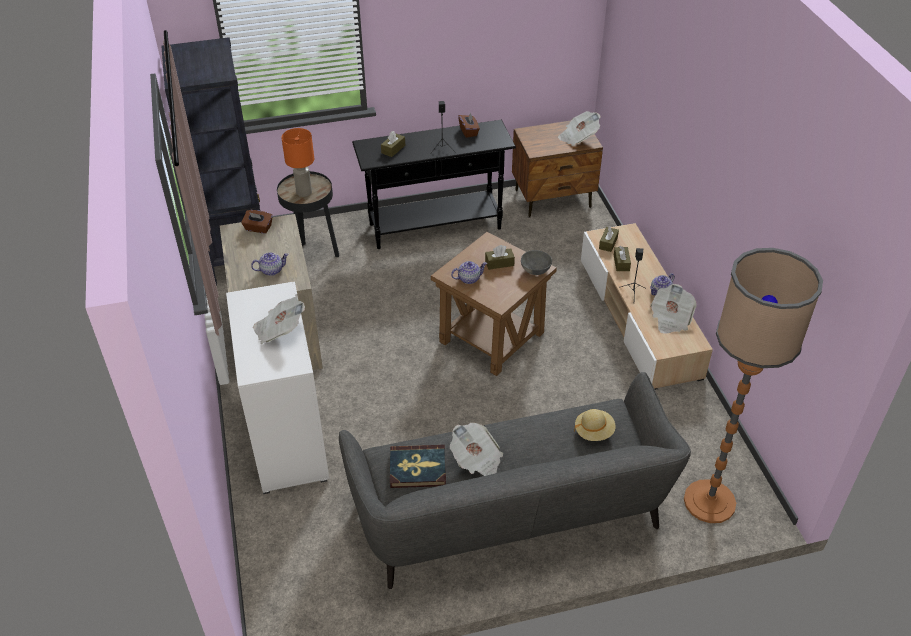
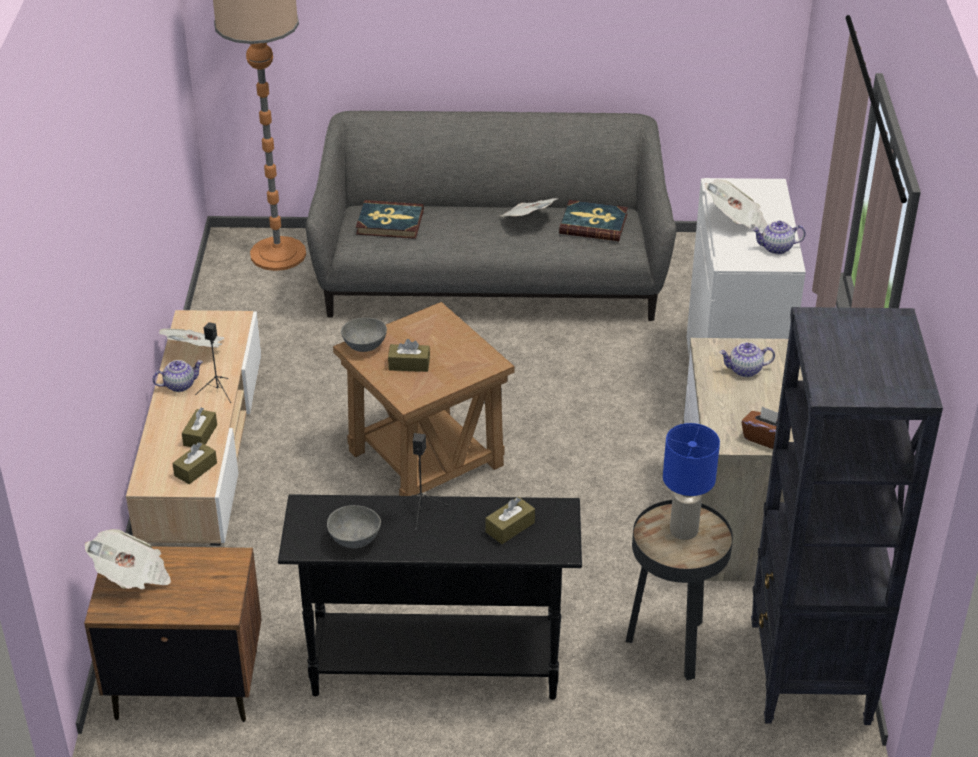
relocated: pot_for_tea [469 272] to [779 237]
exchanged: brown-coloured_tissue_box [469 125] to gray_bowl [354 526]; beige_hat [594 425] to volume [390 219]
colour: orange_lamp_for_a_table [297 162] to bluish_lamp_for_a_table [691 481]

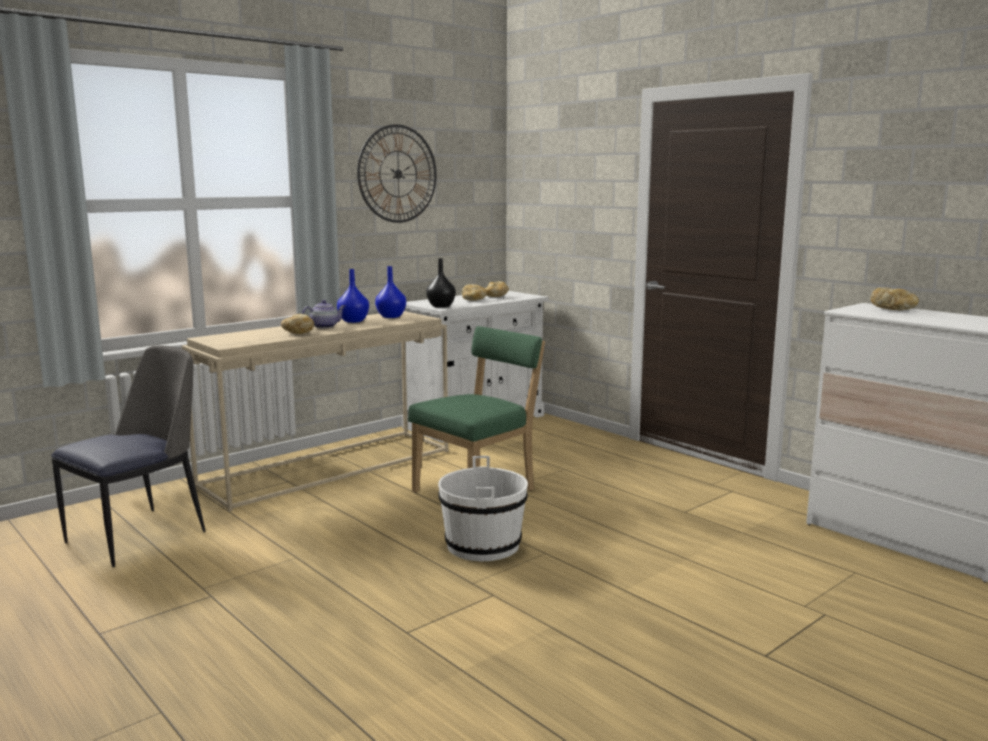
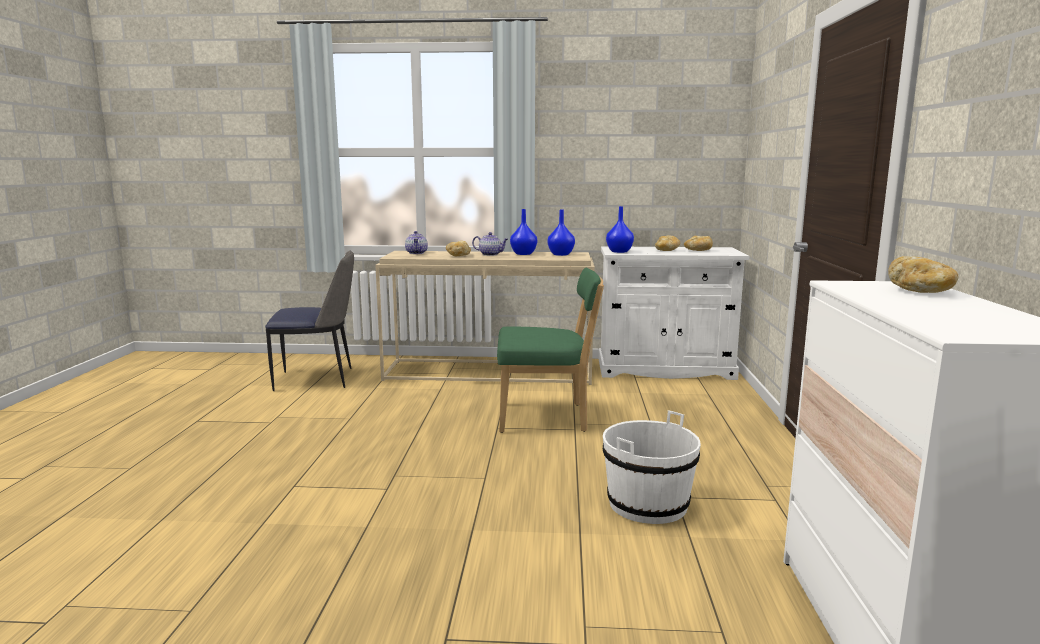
missing: wall_clock [397 173]
appeared: pot_for_tea [416 242]
relocated: white_pail [483 508] to [652 467]
colour: black_decorative_vase [441 283] to bluish_decorative_vase [620 229]

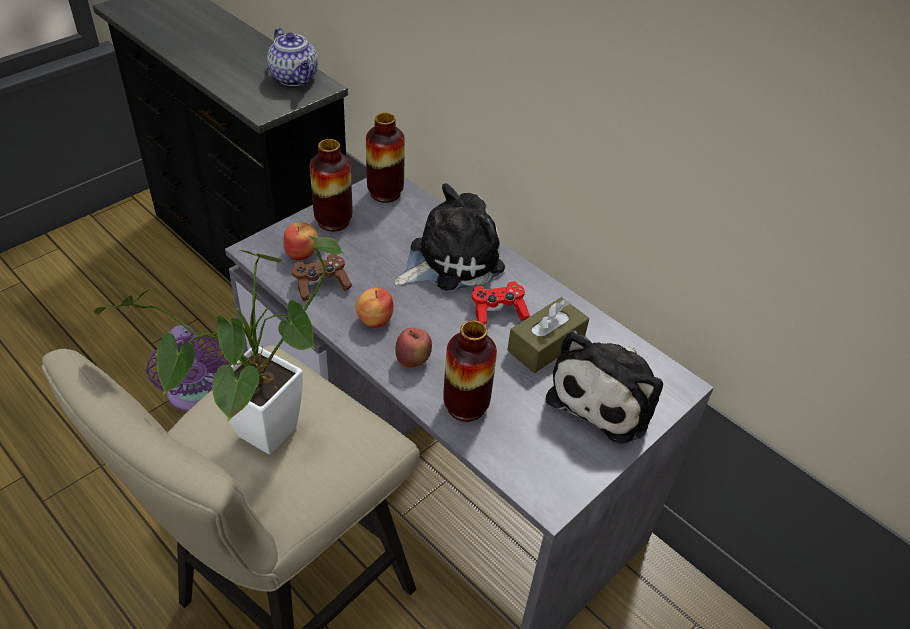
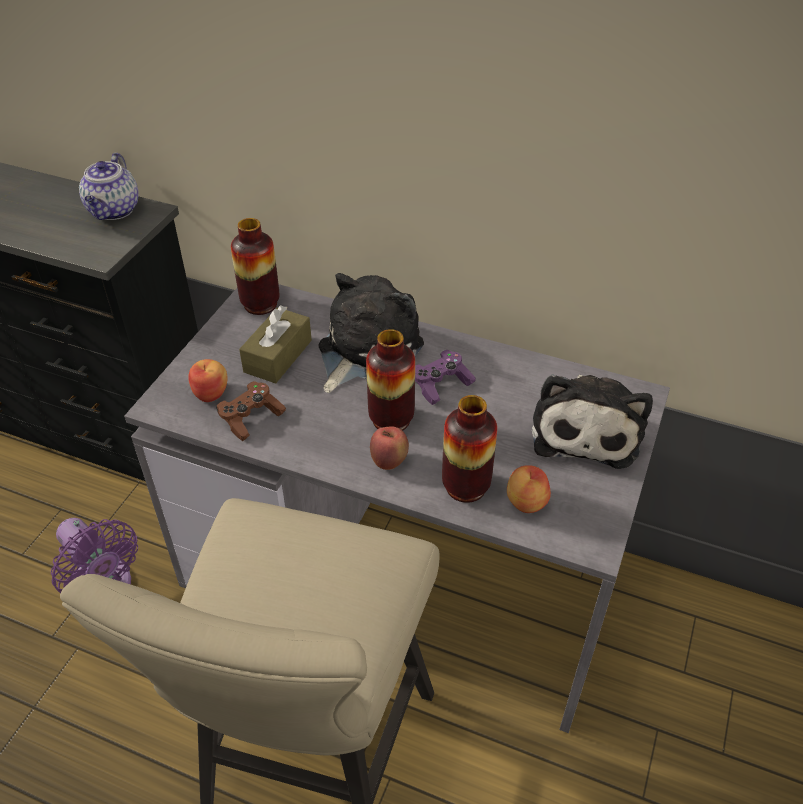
missing: potted_plant [219 344]
relocated: brown-coloured_tissue_box [548 335] to [275 344]; decorative_vase [331 185] to [390 380]; whole_apple [374 307] to [529 489]
colour: red-coloured_gamepad [501 303] to purplish_gamepad [445 377]
spun: pot_for_tea [292 57] = [109 186] 60 degrees clockwise

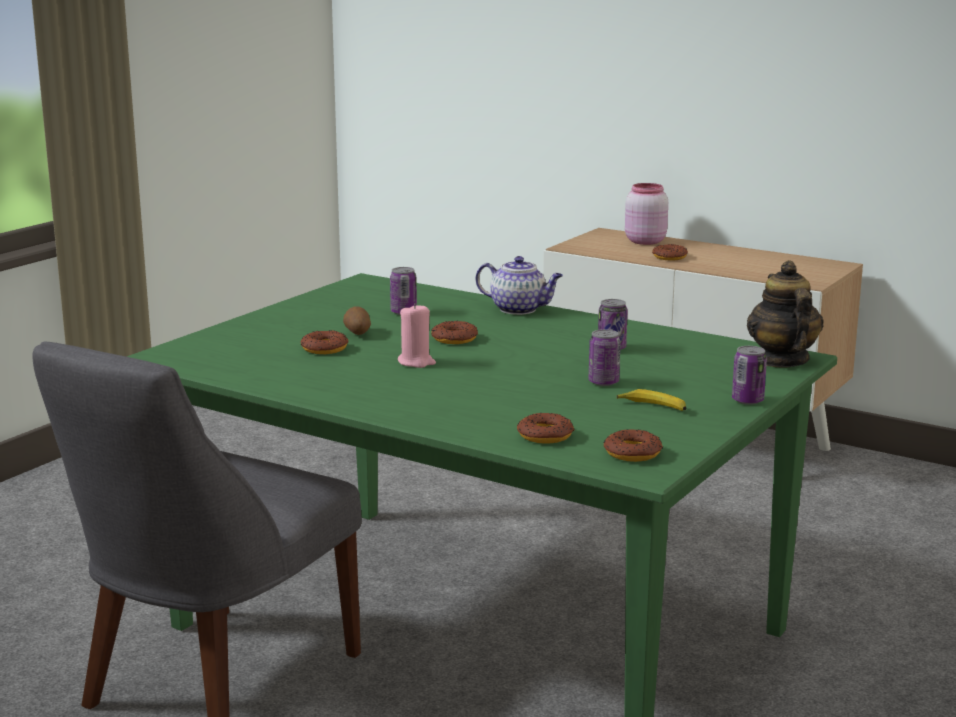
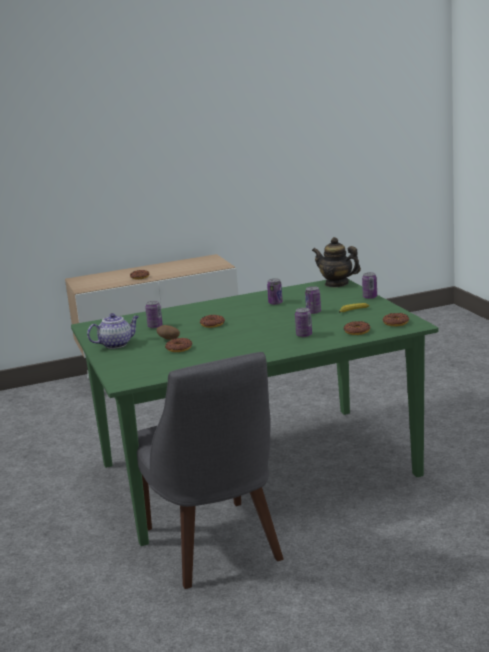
missing: pink_candle [417 335]; pink_jar [646 214]
appeared: sealed_can [303 322]
relocated: pot_for_tea [519 285] to [113 331]

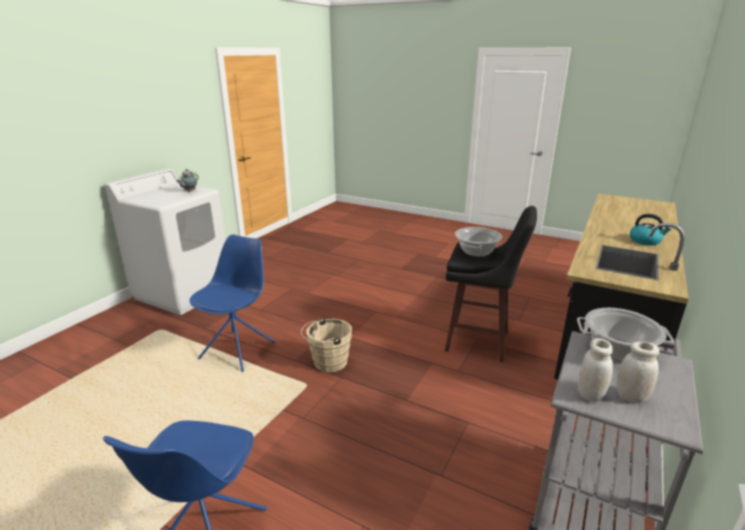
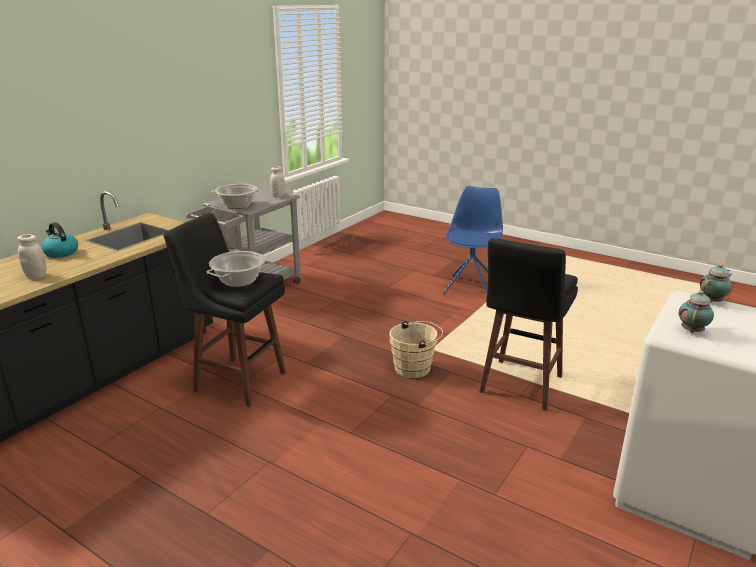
appeared: pot_for_tea [716 283]
relocated: white_jar [638 372] to [32 256]
exchanged: bluish_upright_chair [232 303] to black_stool_seat [528 324]

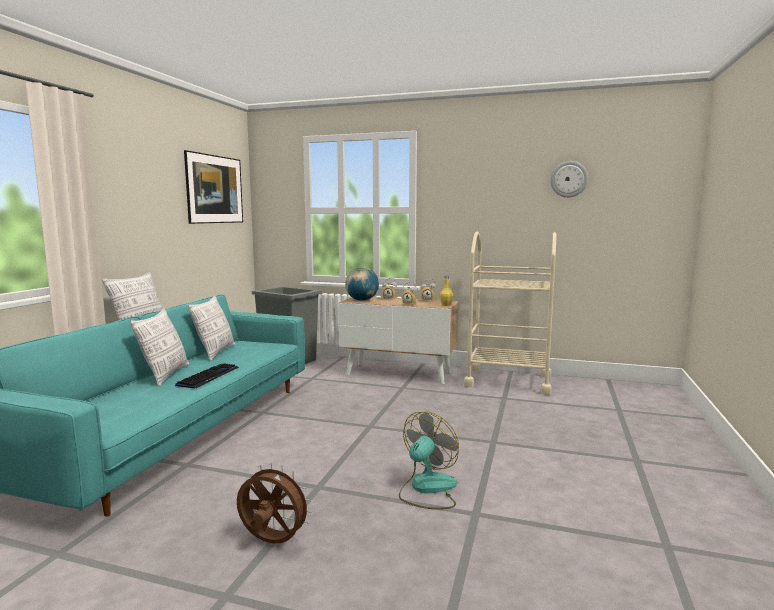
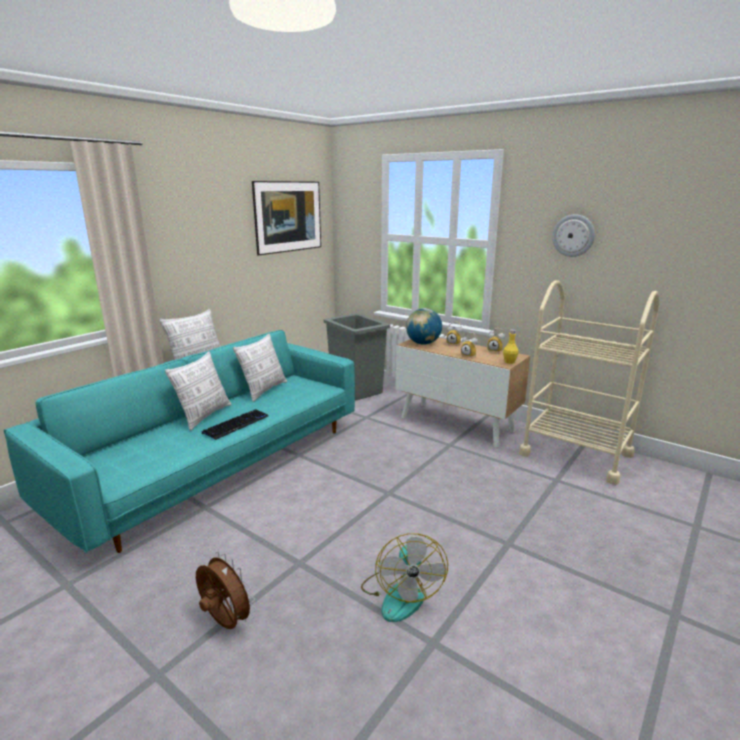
relocated: wall_clock [569 179] to [573 235]
spun: cooling_fan [429 460] = [404 577] 120 degrees clockwise

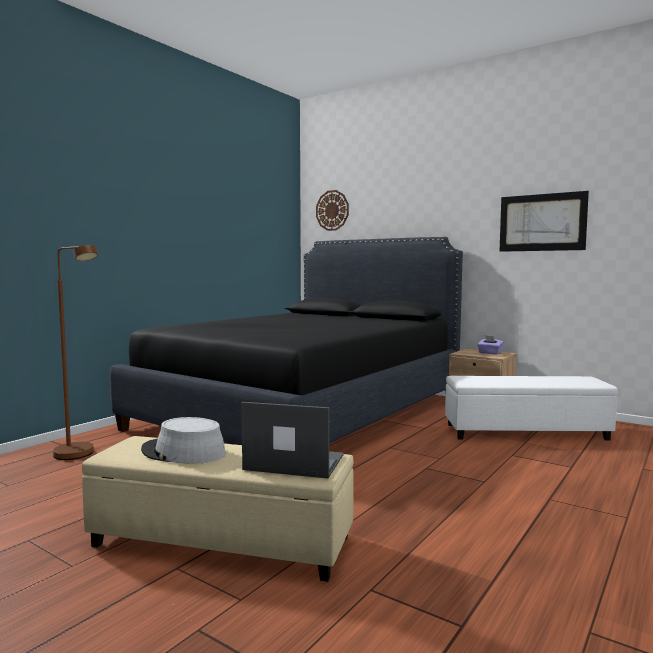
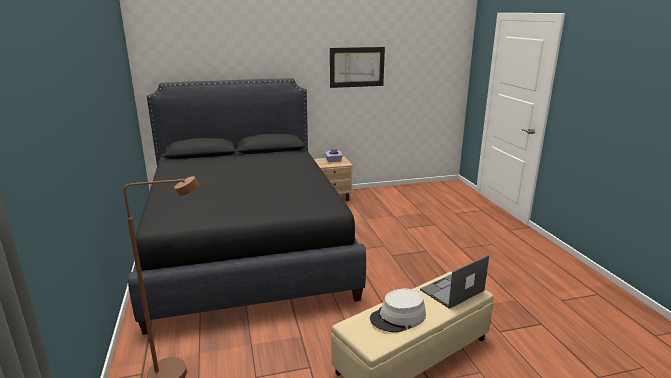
missing: wall_clock [332 210]; white_ottoman [531 408]

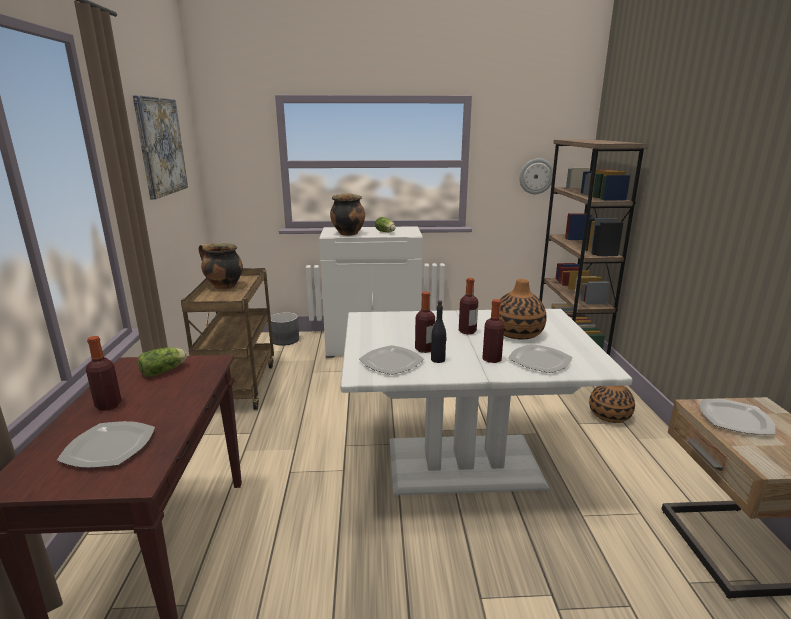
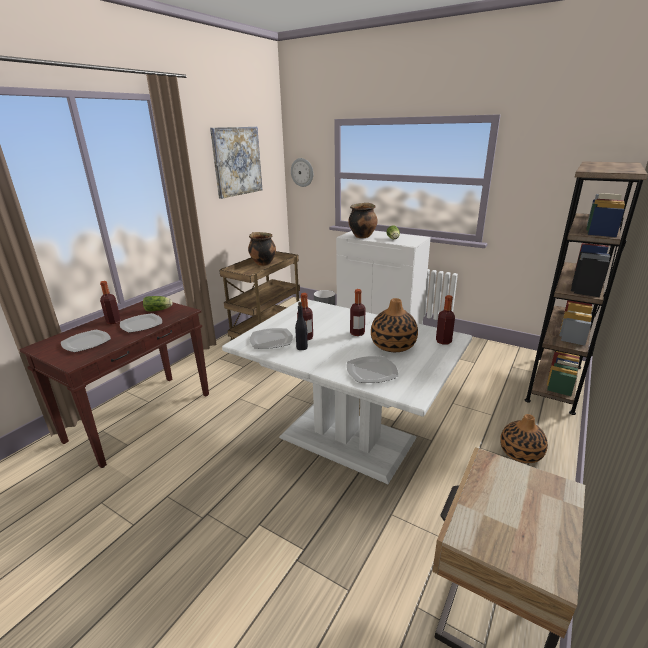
relocated: plate [737 417] to [141 323]; wall_clock [536 176] to [302 172]; beverage_bottle [493 331] to [445 320]

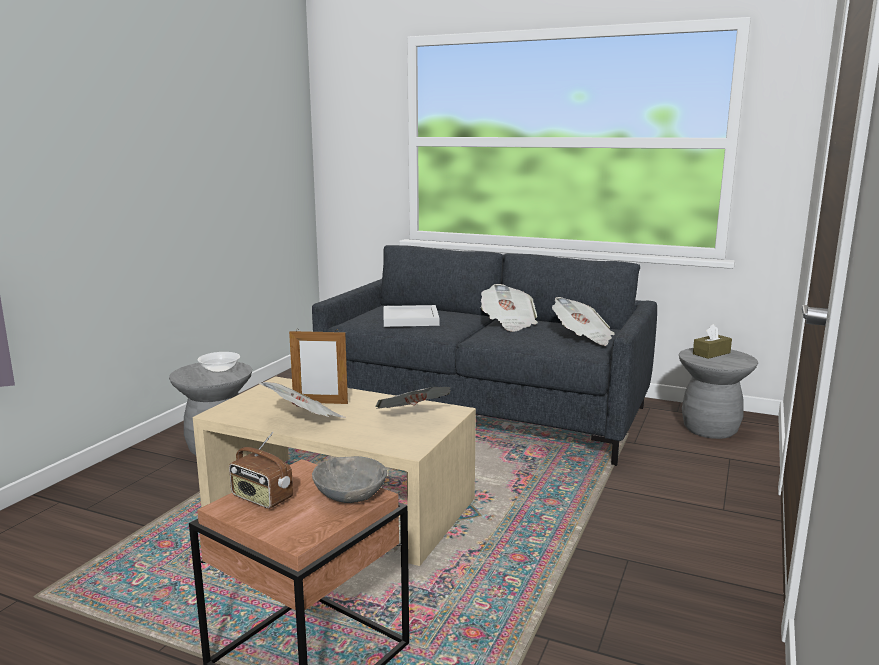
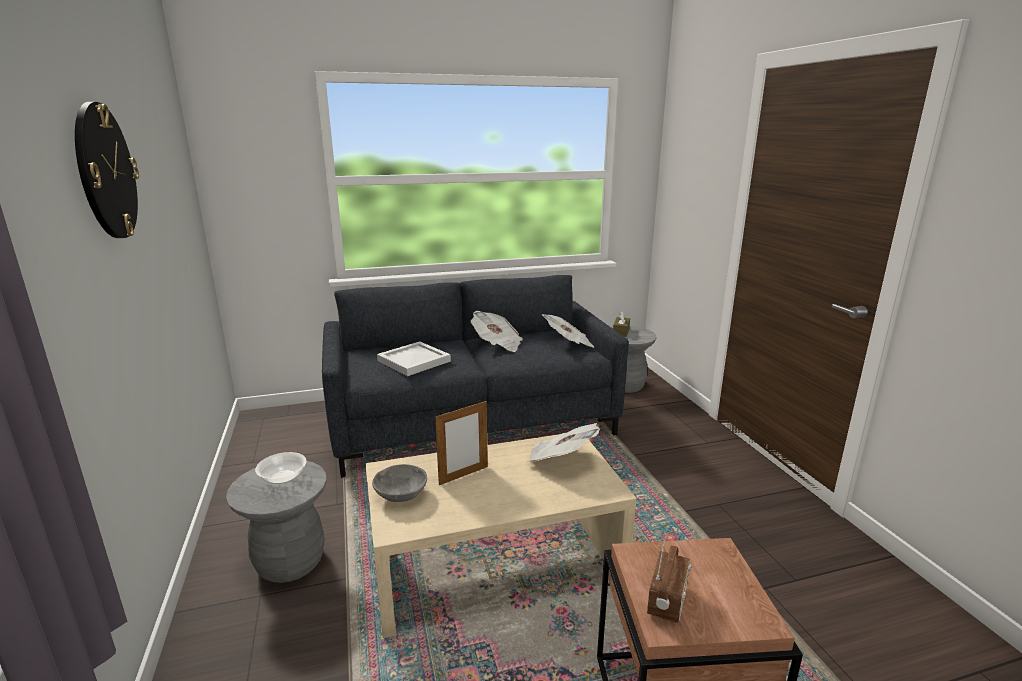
missing: printed_paper [302 400]
appeared: wall_clock [107 170]
relocated: gray_bowl [349 479] to [399 483]
spun: radio [261 470] = [669 579] 60 degrees counterclockwise

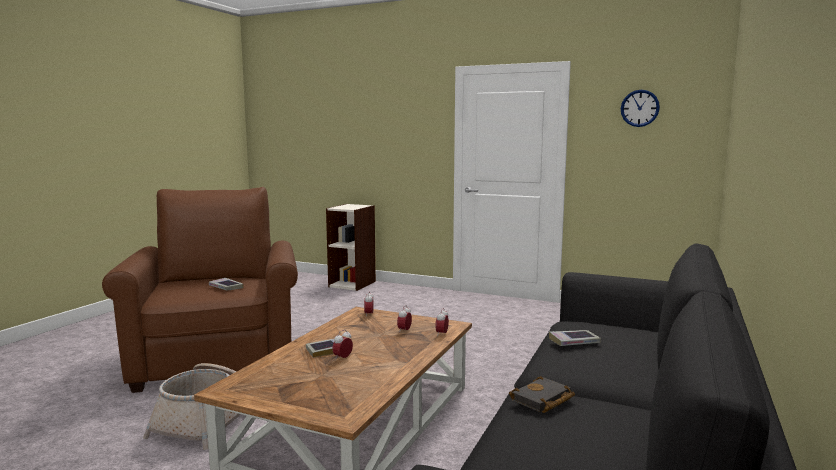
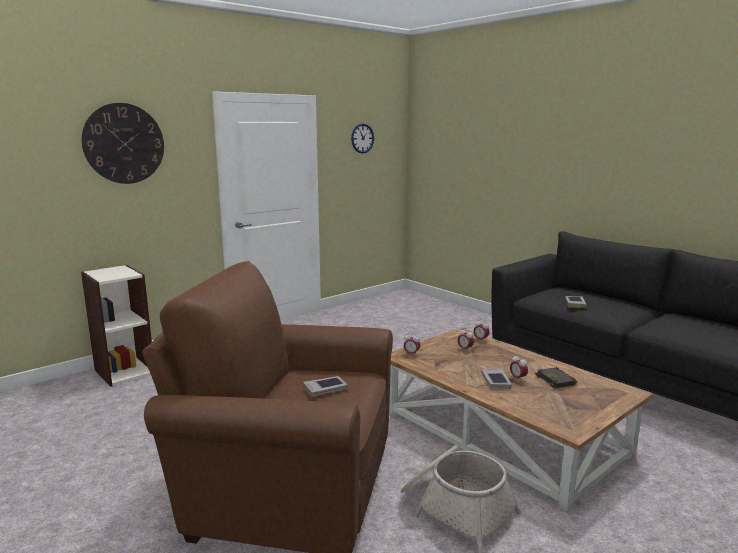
appeared: wall_clock [123 143]
relocated: black_volume [542 394] to [556 378]

